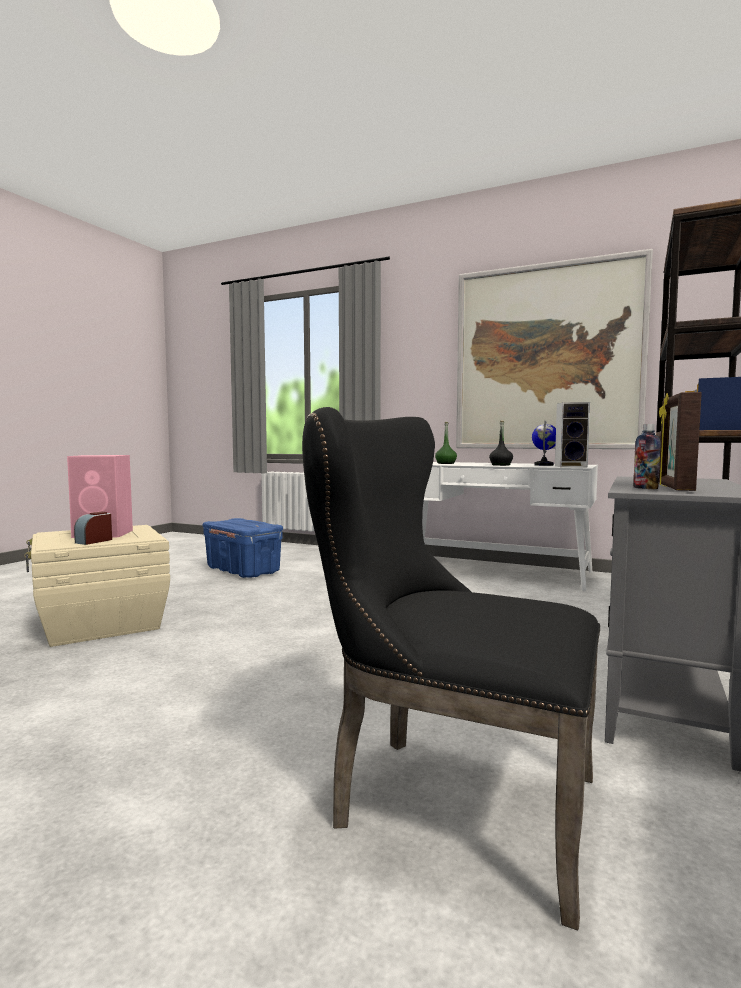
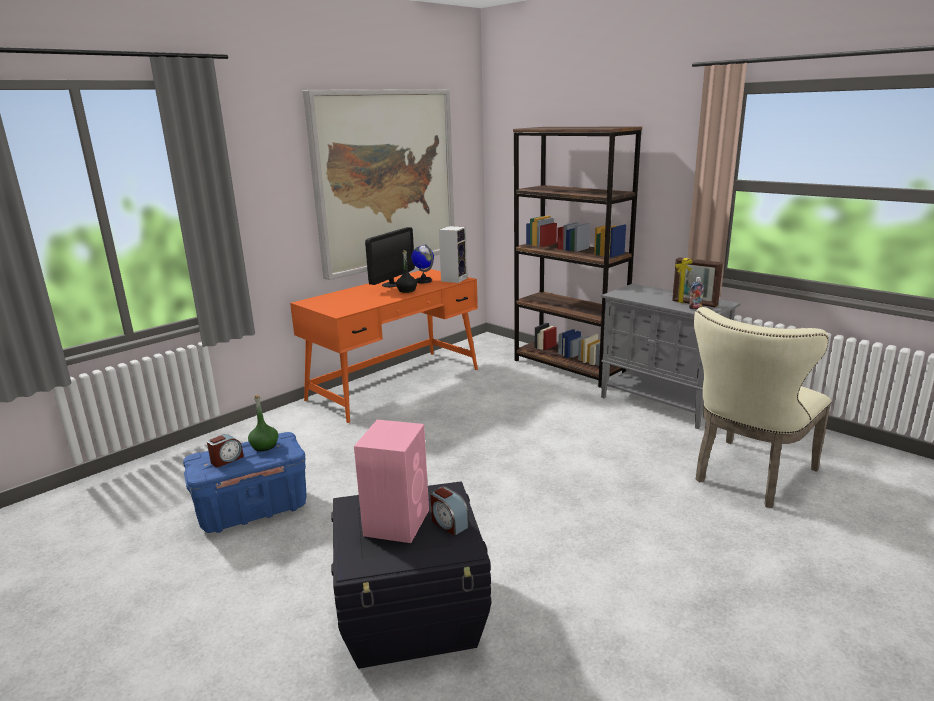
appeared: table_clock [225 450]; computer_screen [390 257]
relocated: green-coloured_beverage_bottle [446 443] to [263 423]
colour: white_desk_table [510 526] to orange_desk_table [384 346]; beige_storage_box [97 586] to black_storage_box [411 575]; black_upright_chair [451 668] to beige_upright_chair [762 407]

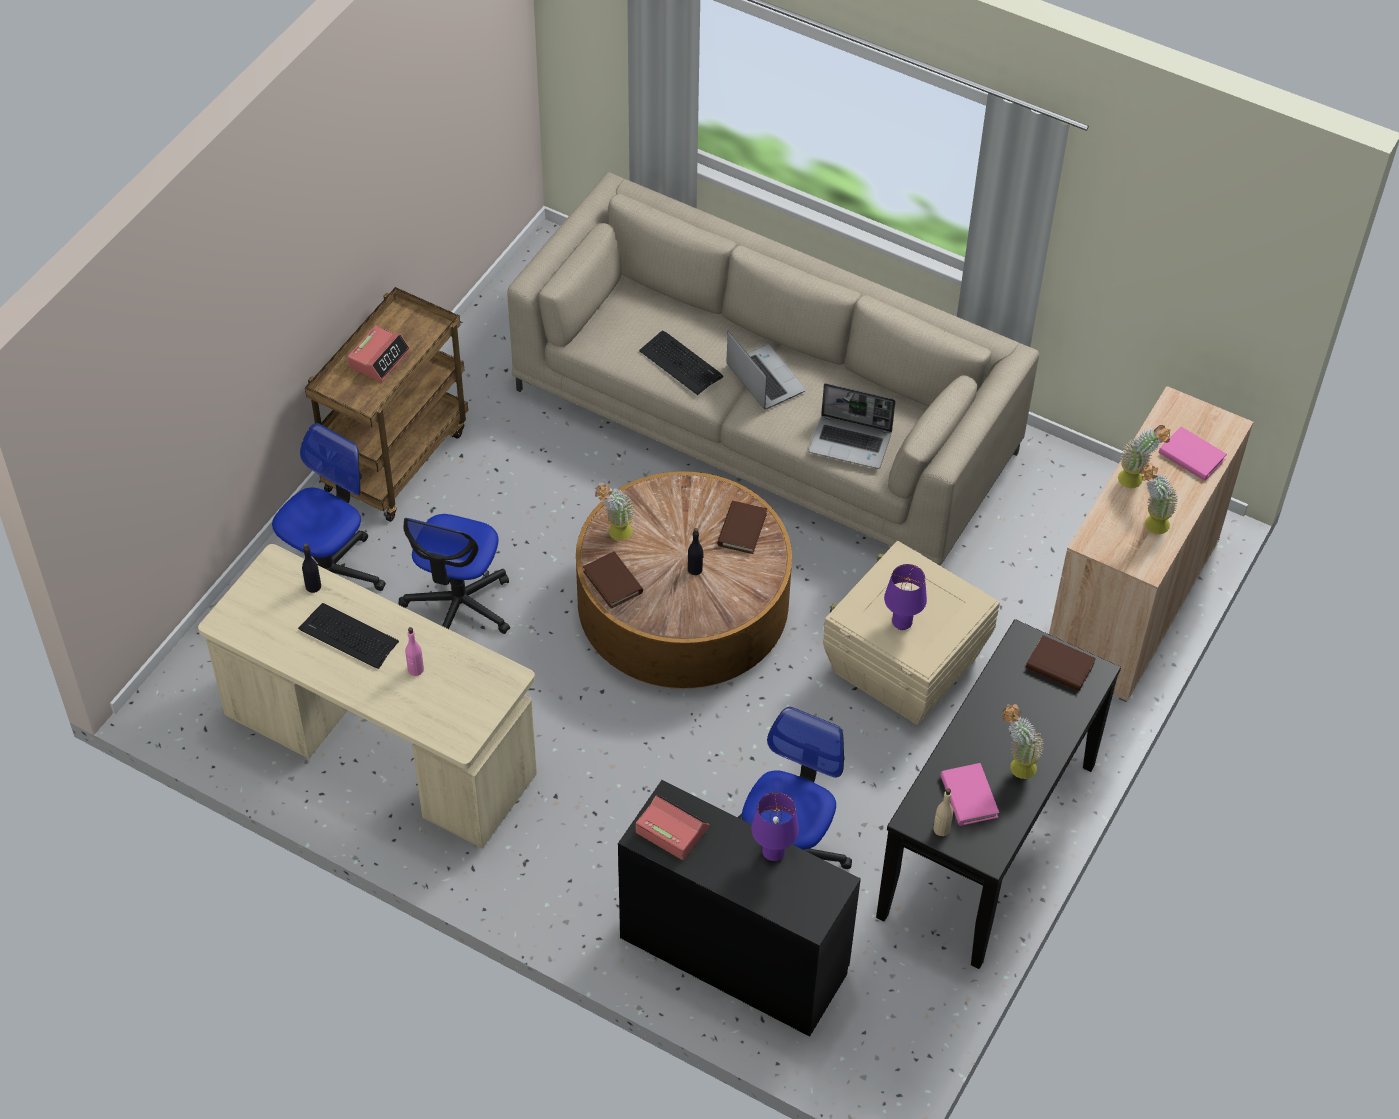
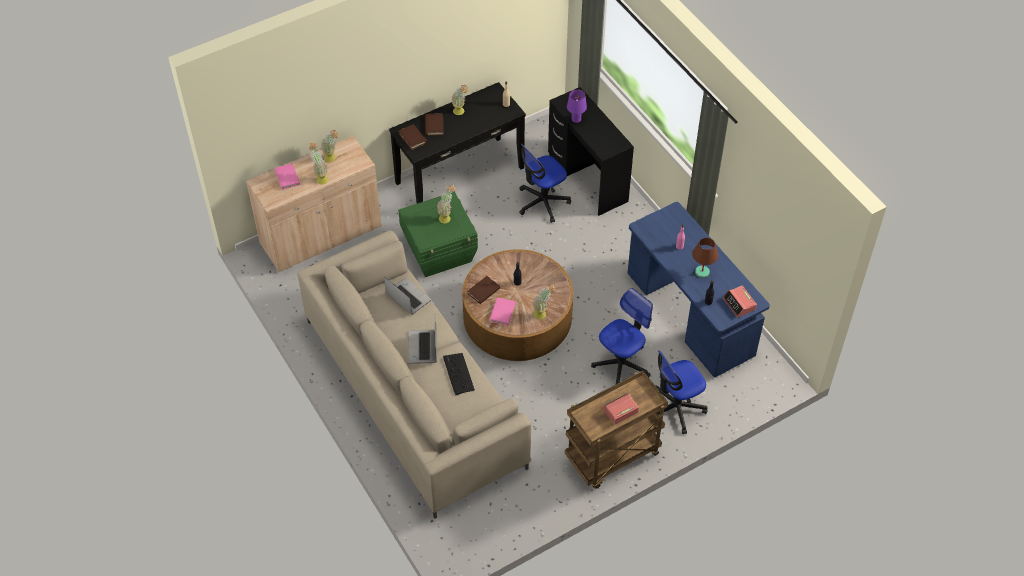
relocated: brown-coloured_volume [613 580] to [434 124]; pink_volume [970 794] to [503 311]; table_clock [673 827] to [740 302]
exchanged: purplish_lamp_for_a_table [905 597] to potted_plant [446 203]; keyboard [348 636] to brown-coloured_lamp_for_a_table [705 258]
colour: beige_storage_box [911 633] to green-coloured_storage_box [438 234]; beige_desk_table [367 696] to bluish_desk_table [698 289]

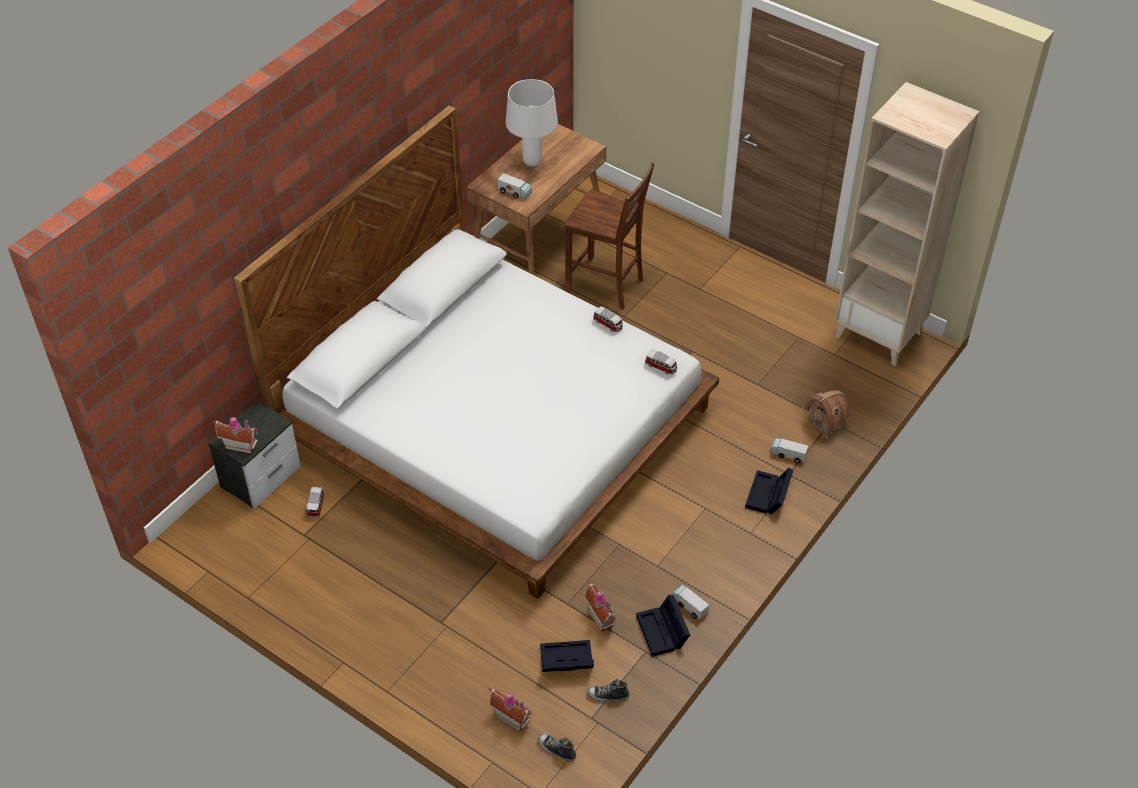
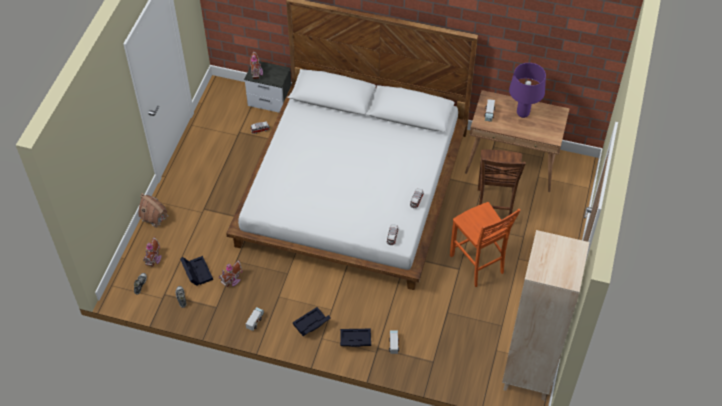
appeared: orange_upright_chair [485 244]
relocated: miniature_house [827 414] to [154 210]; black_storage_box [663 626] to [311 321]
colour: white_lamp_for_a_table [532 122] to purplish_lamp_for_a_table [527 90]

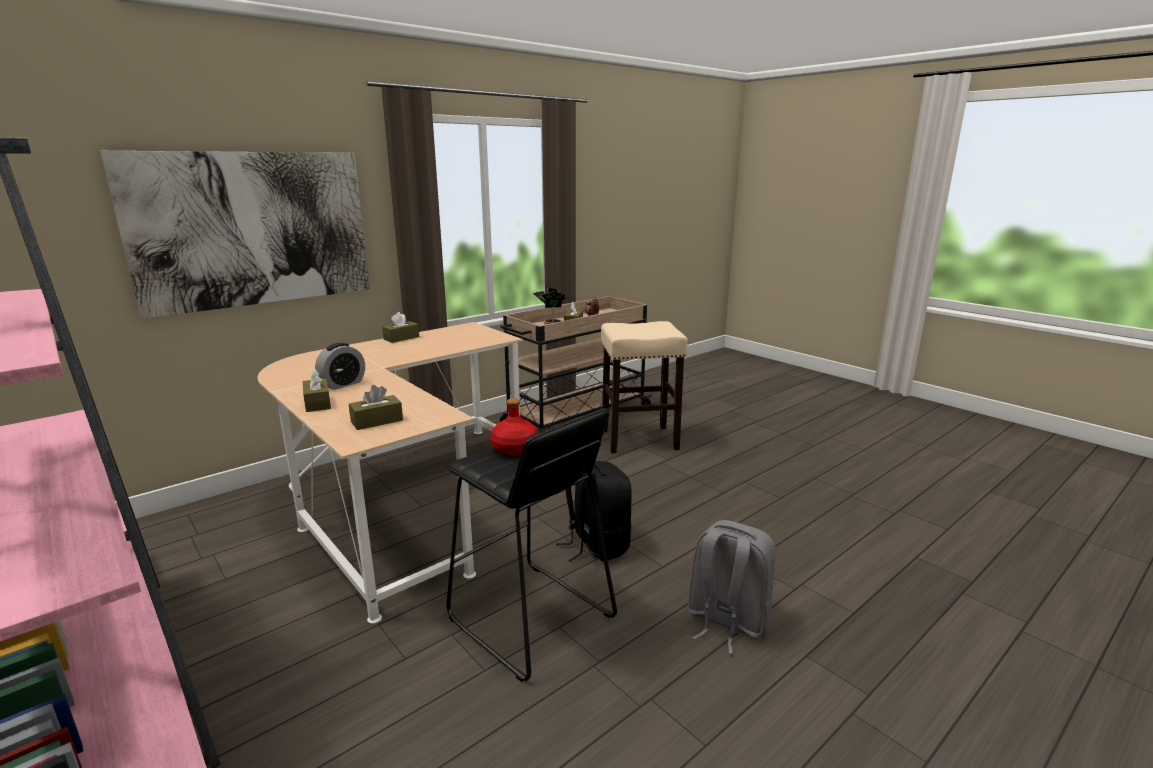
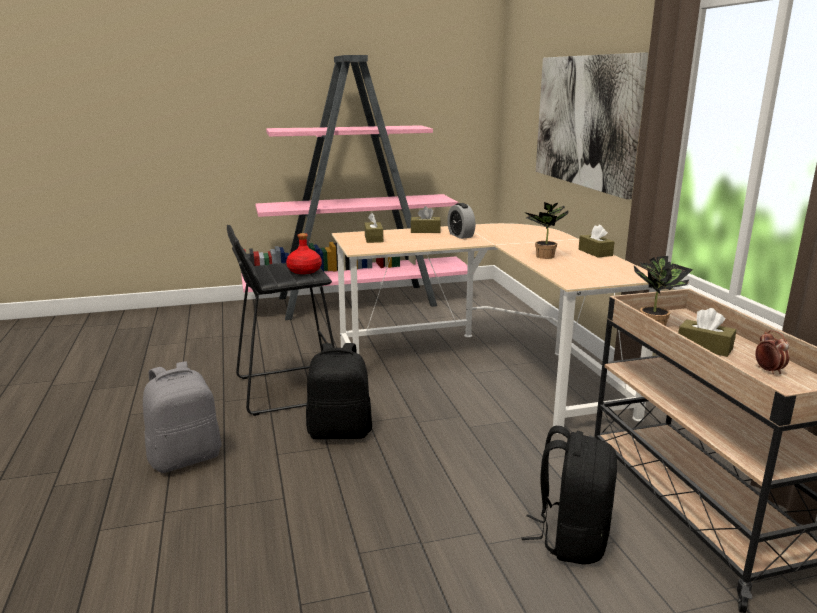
appeared: potted_plant [546 230]
exchanged: beige_stool_seat [644 387] to black_knapsack [569 495]

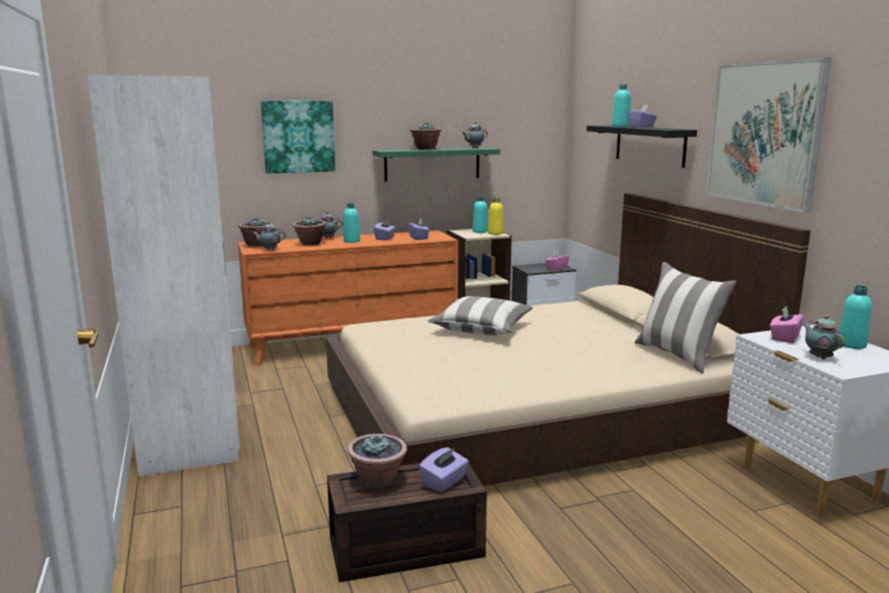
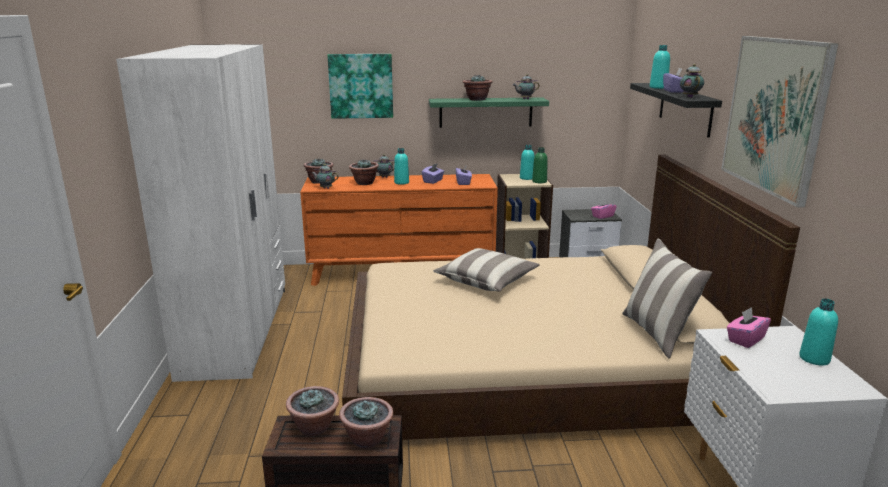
relocated: pot_for_tea [824 337] to [692 81]
exchanged: purplish_tissue_box [444 469] to potted_plant [366 423]
colour: yellowish_beverage_bottle [496 216] to green-coloured_beverage_bottle [540 165]

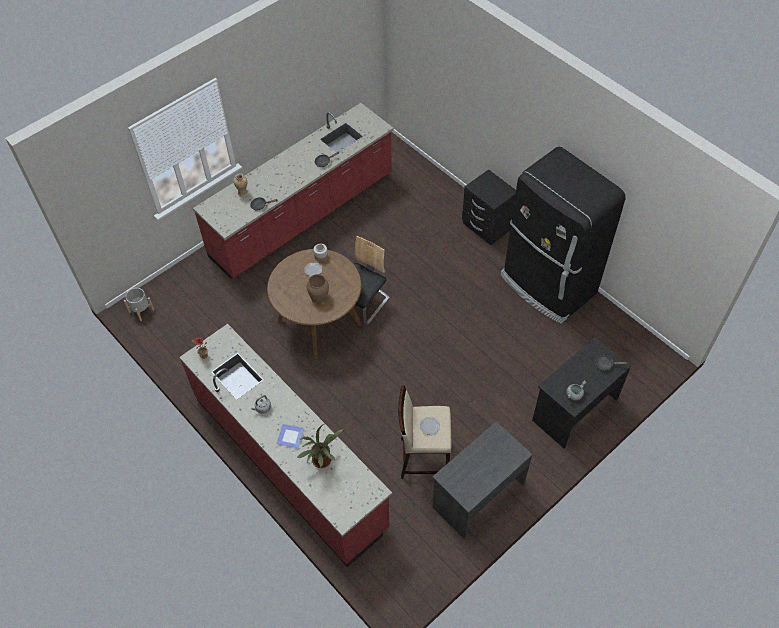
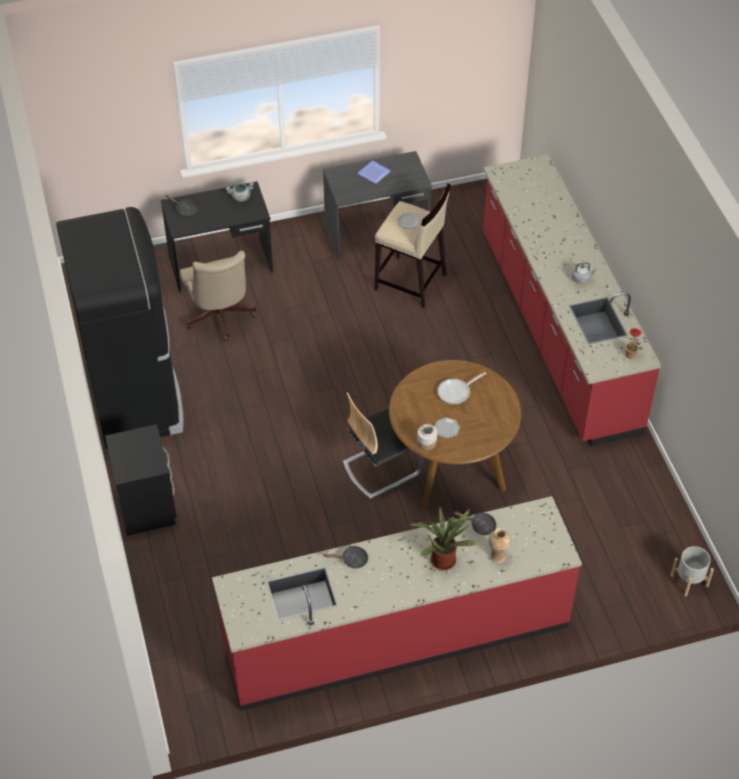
appeared: beige_desk_chair [218 295]
relocated: plate [290 436] to [374 172]; potted_plant [321 446] to [443 538]
exchanged: brown-coloured_decorative_vase [318 289] to pan [461 388]

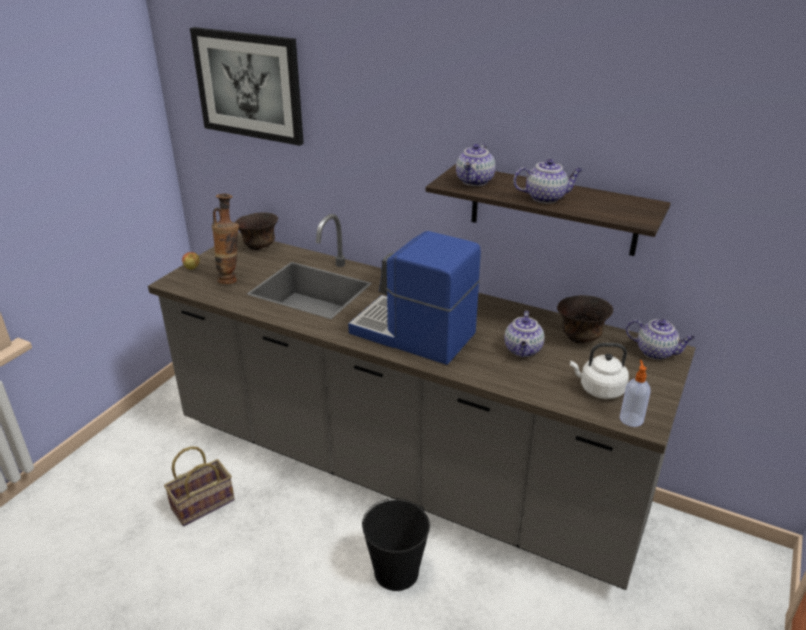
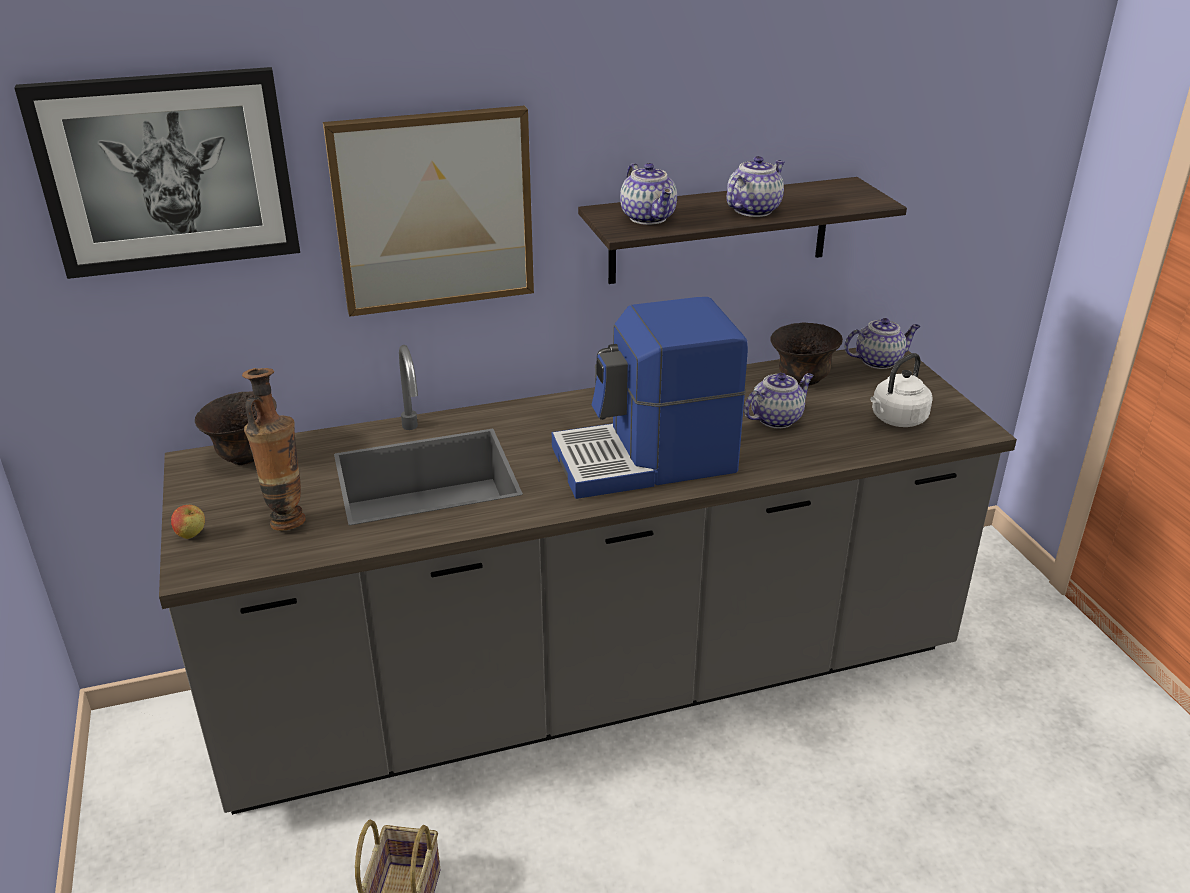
missing: black_pail [396 544]; liquid_soap_bottle [635 393]
appeared: picture [428 211]
spun: pot_for_tea [524 334] = [779 400] 90 degrees counterclockwise

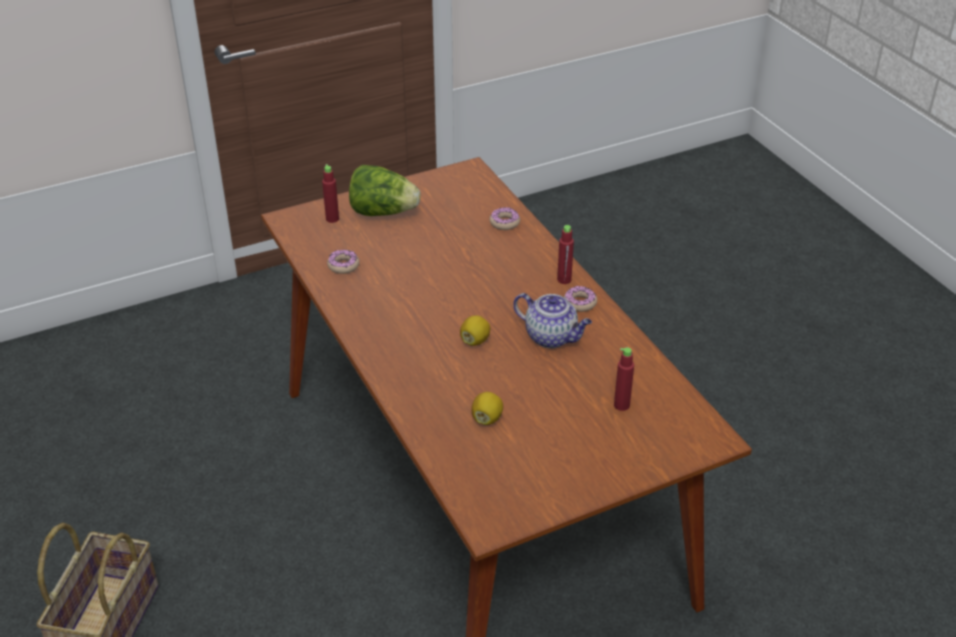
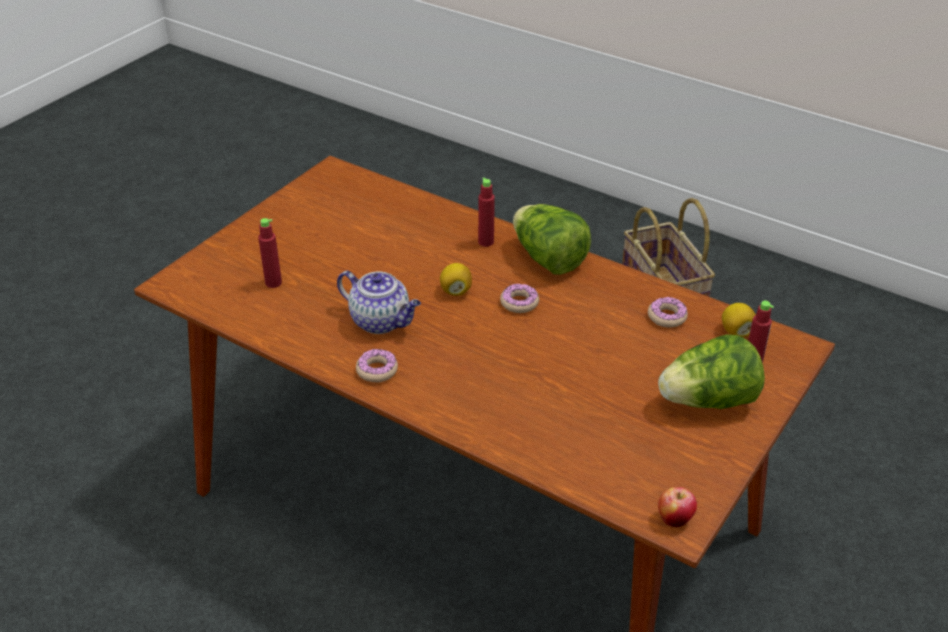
appeared: lettuce [552 239]; whole_apple [677 507]
relocated: red-coloured_beverage_bottle [565 254] to [486 212]; doughnut [505 218] to [519 298]; whole_lemon [487 408] to [739 320]
spun: pot_for_tea [552 320] = [379 302] 150 degrees counterclockwise

